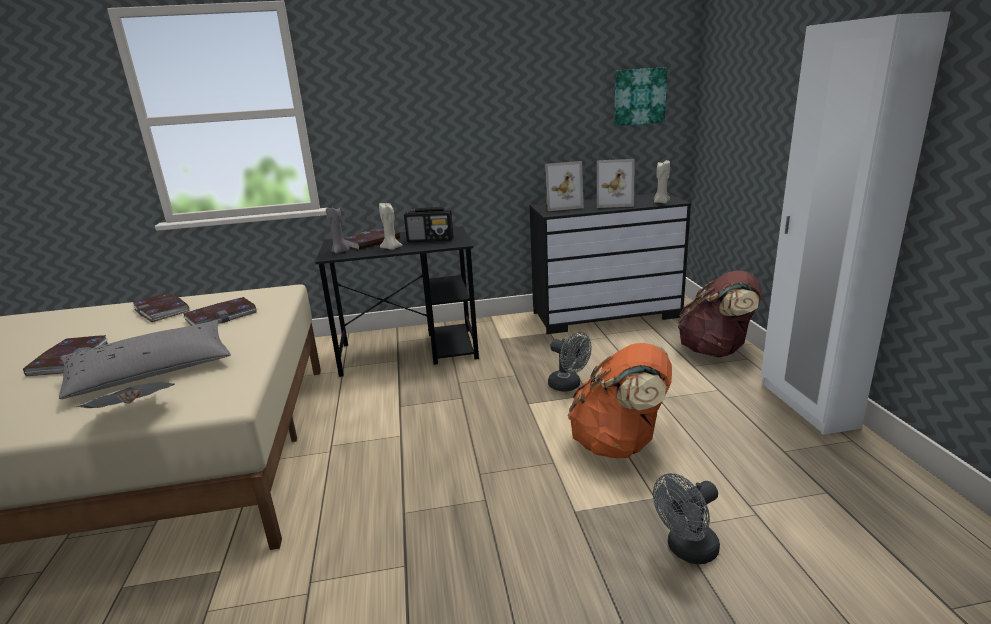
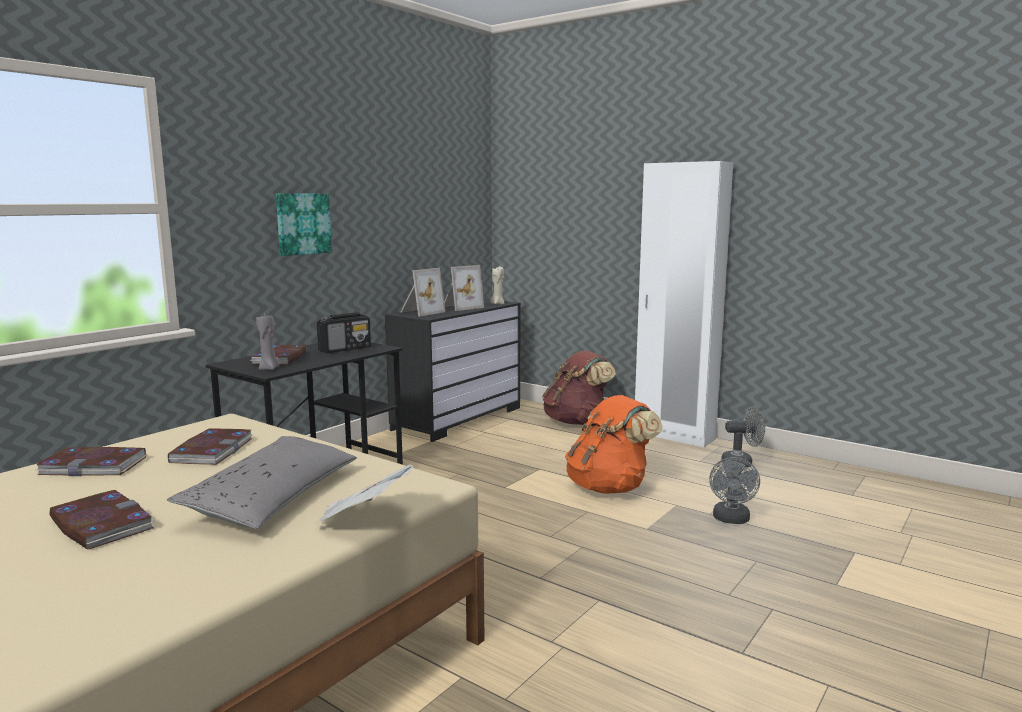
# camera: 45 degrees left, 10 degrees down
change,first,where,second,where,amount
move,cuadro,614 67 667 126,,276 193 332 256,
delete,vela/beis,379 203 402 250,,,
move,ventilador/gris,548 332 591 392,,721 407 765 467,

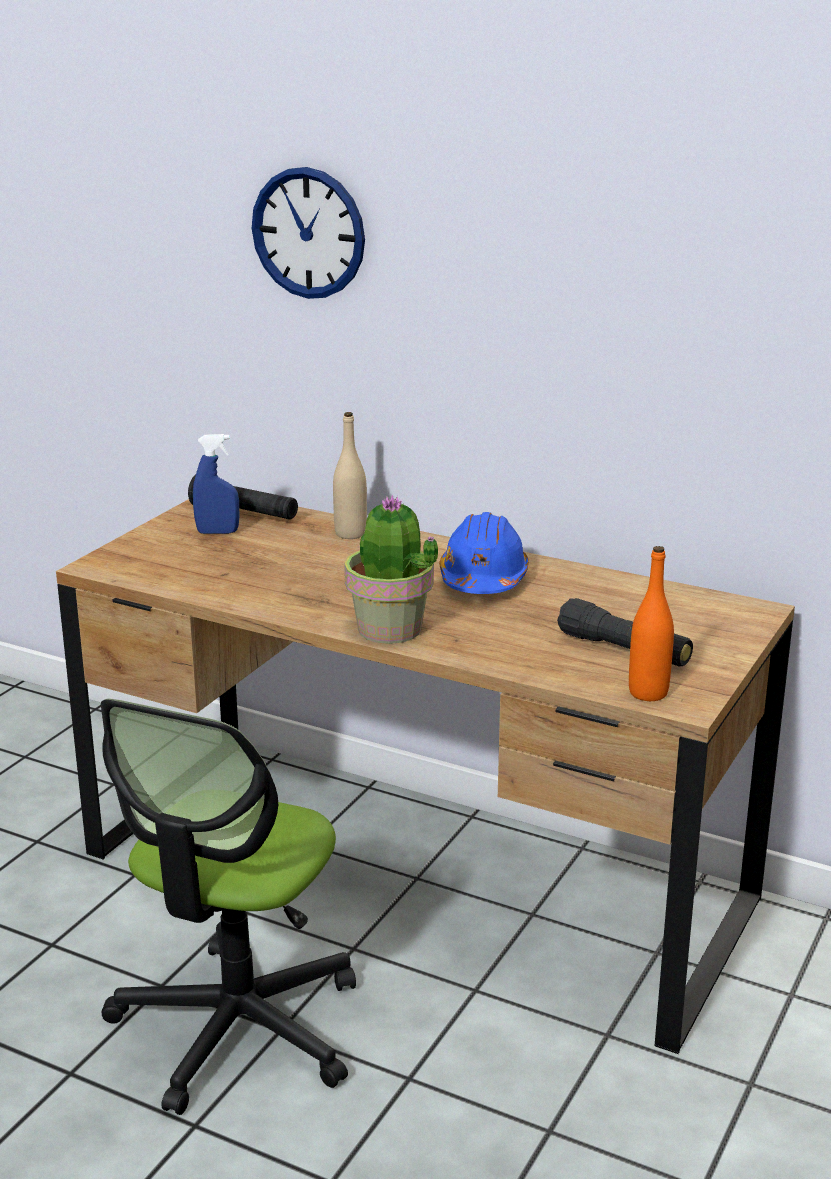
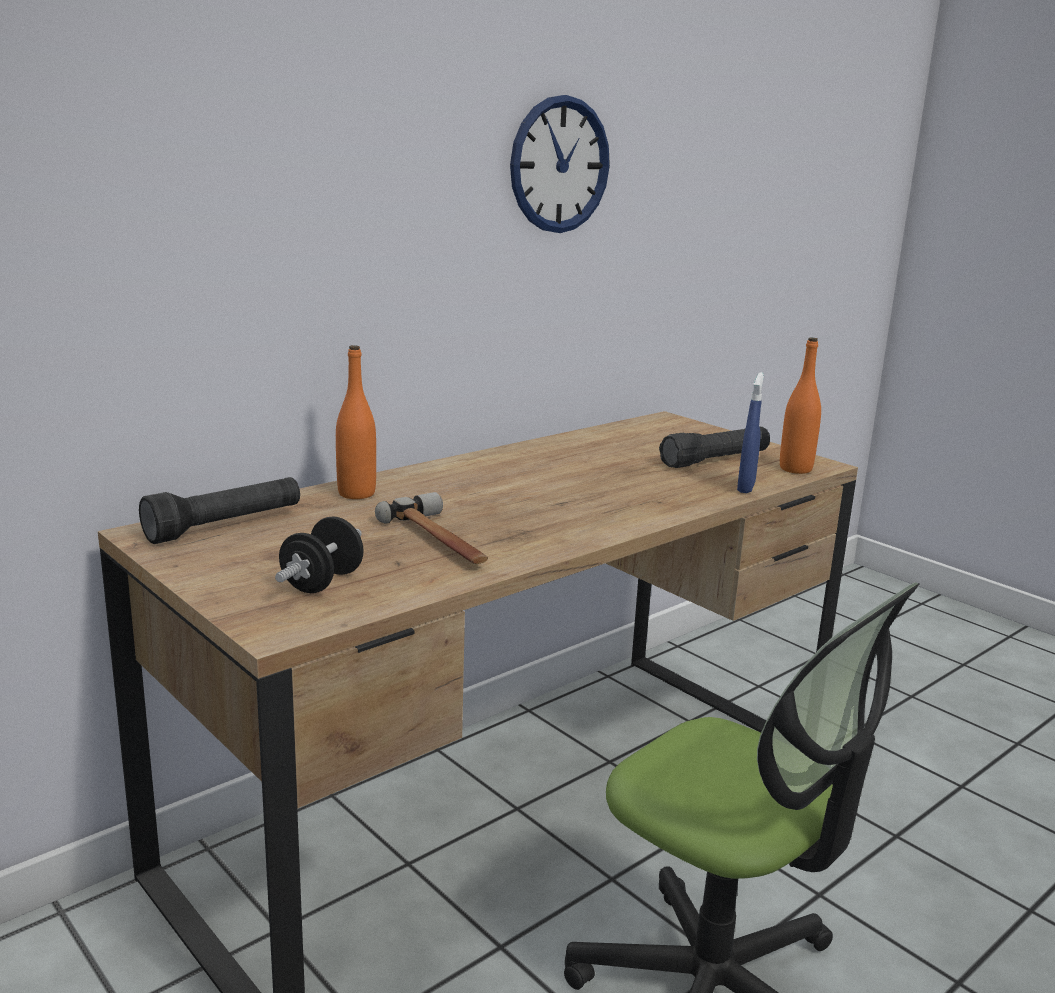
# camera: 70 degrees left, 5 degrees down
change,first,where,second,where,amount
move,reloj de pared,252 167 365 299,,510 95 610 233,
recolor,botella/beis,333 412 367 539,botella/naranja,336 345 376 499,
move,pulverizador/azul,193 434 239 534,,737 372 764 493,
delete,planta en maceta,344 495 438 644,,,
delete,casco/azul,439 512 529 594,,,
insert,,,martillo,375 492 488 564,
insert,,,mancuerna/negro,275 516 364 593,

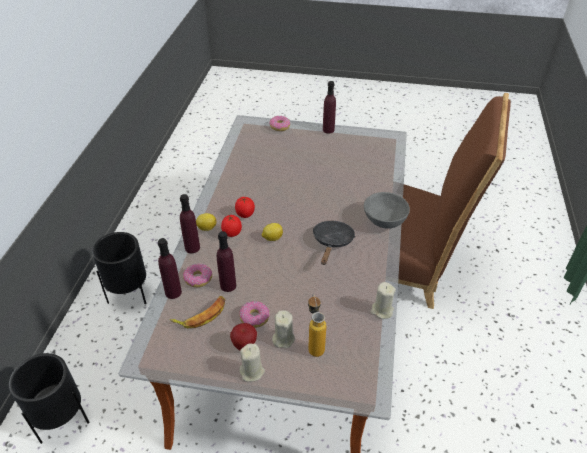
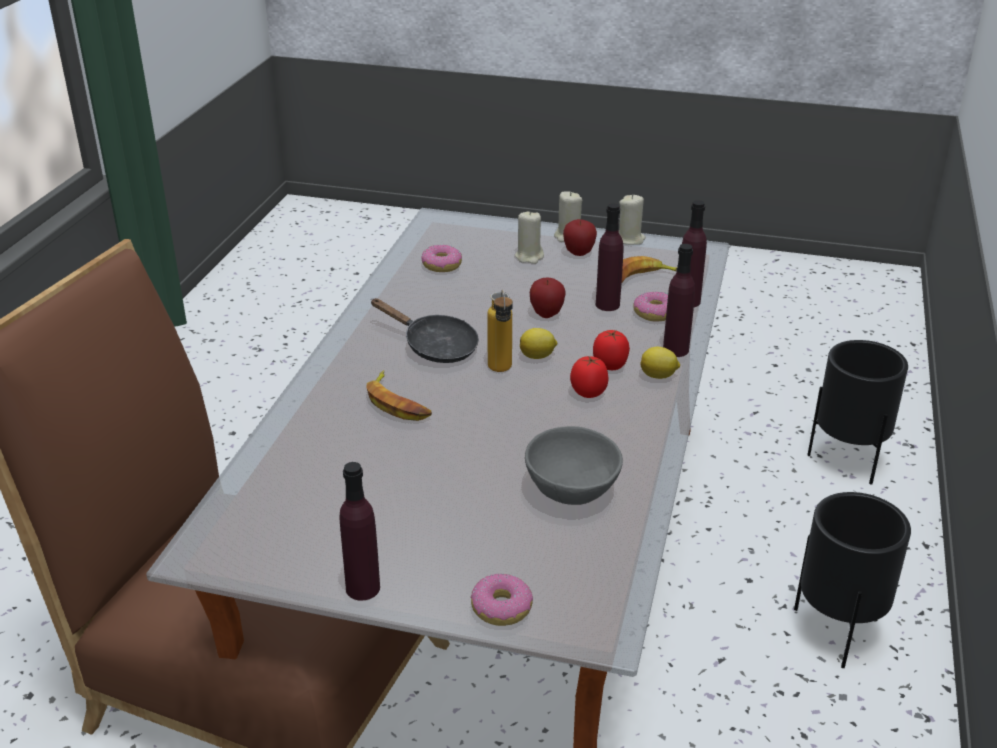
# camera: 175 degrees left, 10 degrees down
change,first,where,second,where,amount
move,cuenco/gris,364 192 410 229,,525 426 623 505,
rotate,sartén/negro,313 221 355 265,,370 298 479 363,75 degrees counterclockwise
move,vela/beis,371 282 396 319,,619 195 646 245,
move,botella,308 294 326 357,,487 290 513 372,
move,rosquilla,239 301 270 328,,421 245 462 272,
insert,,,manzana,530 278 566 318,
insert,,,plátano,367 370 432 421,

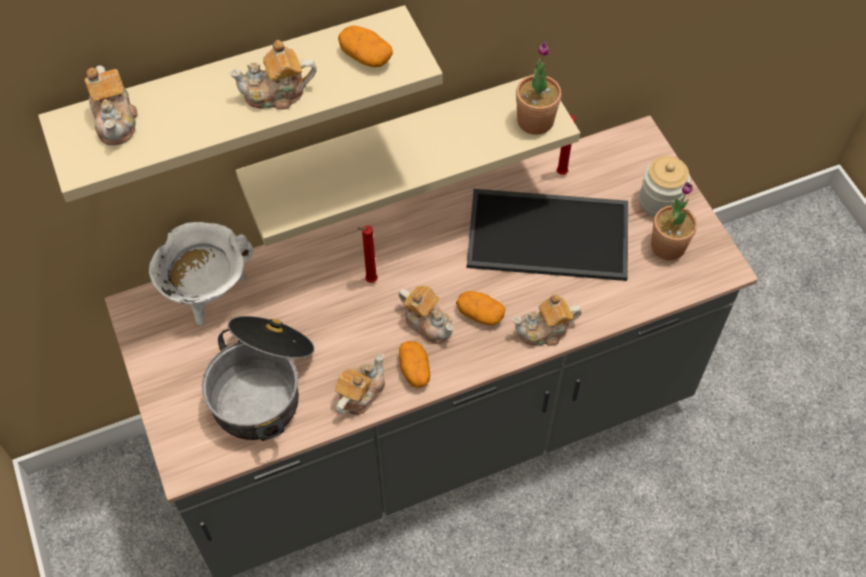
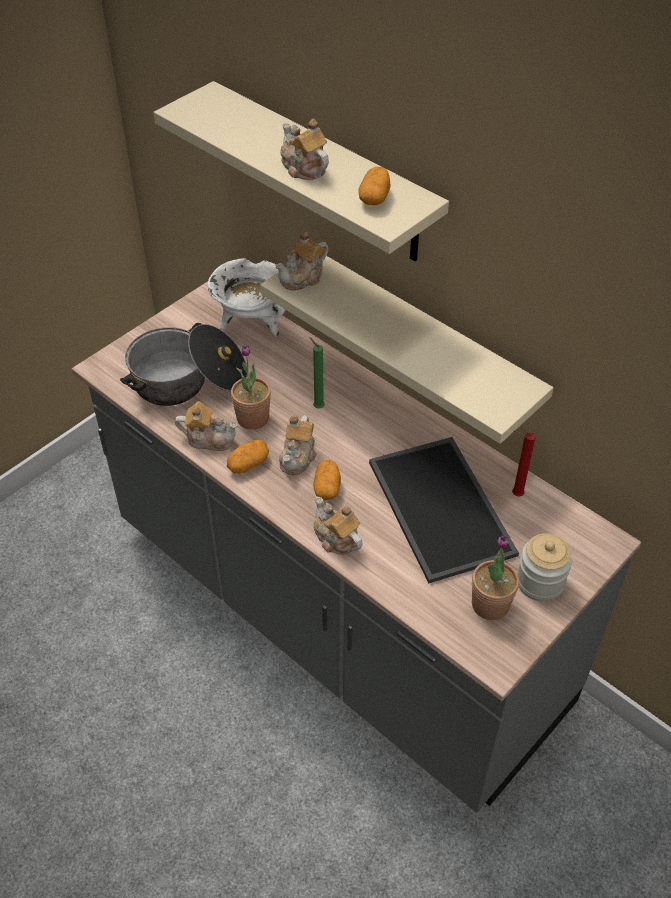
# camera: 65 degrees right, 10 degrees down
change,first,where,second,where,amount
move,planta en maceta,516 41 562 135,,231 344 271 429,
move,tetera,84 65 138 145,,276 231 328 290,
recolor,vela/rojo,357 225 378 283,vela/verde,309 337 325 409,

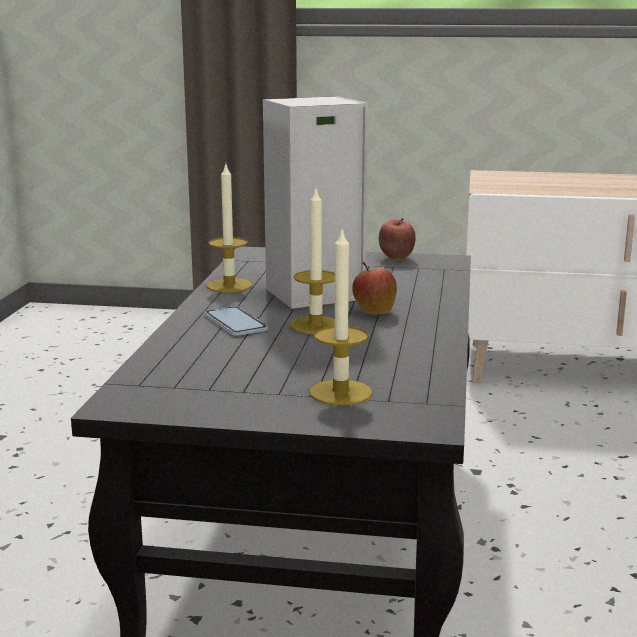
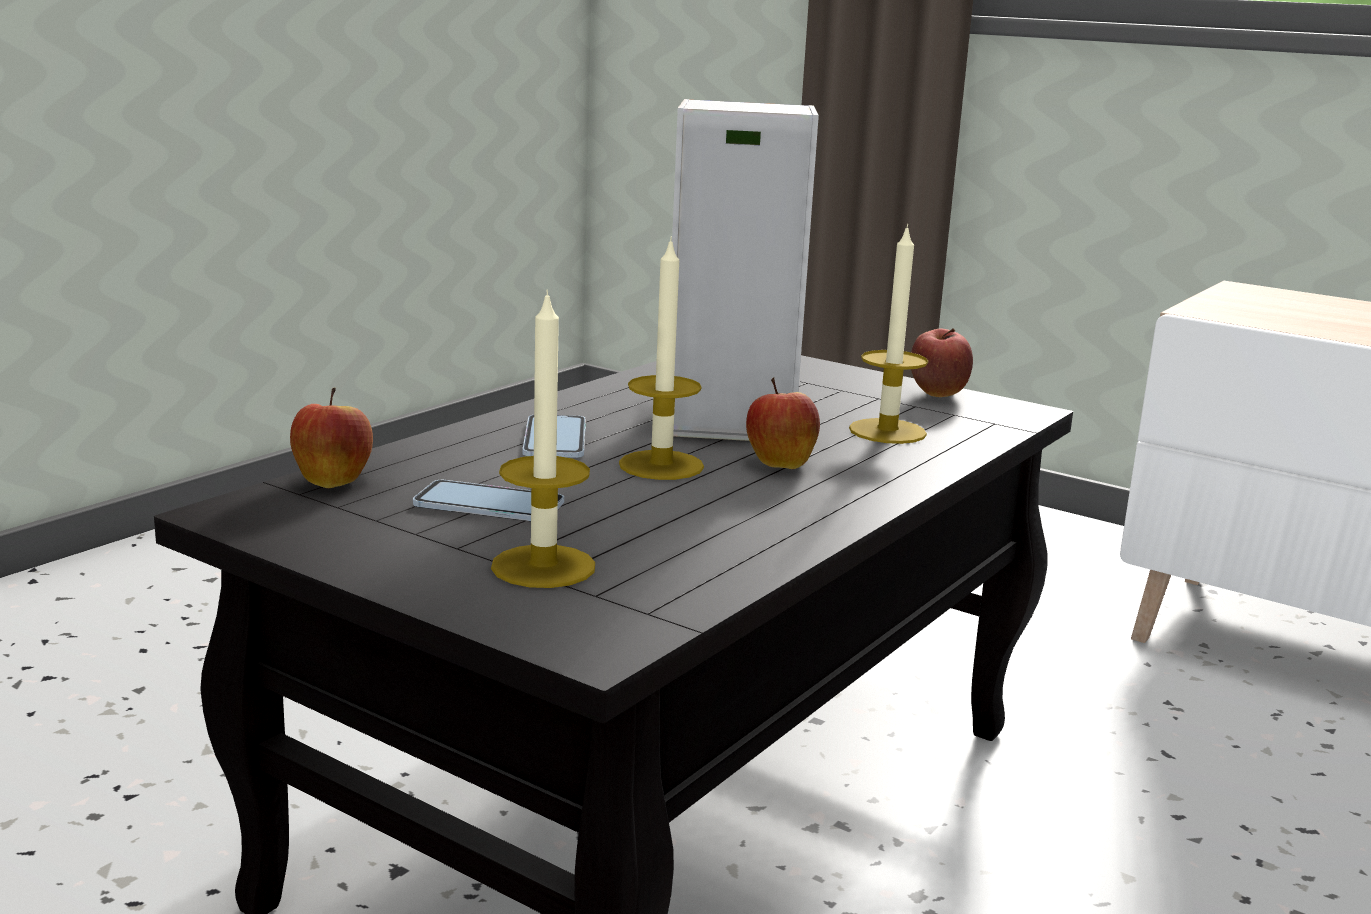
# camera: 25 degrees right, 0 degrees up
change,first,where,second,where,amount
move,vela,207 163 252 293,,849 224 928 444,
insert,,,manzana,290 388 373 488,
insert,,,móvil,413 480 564 521,

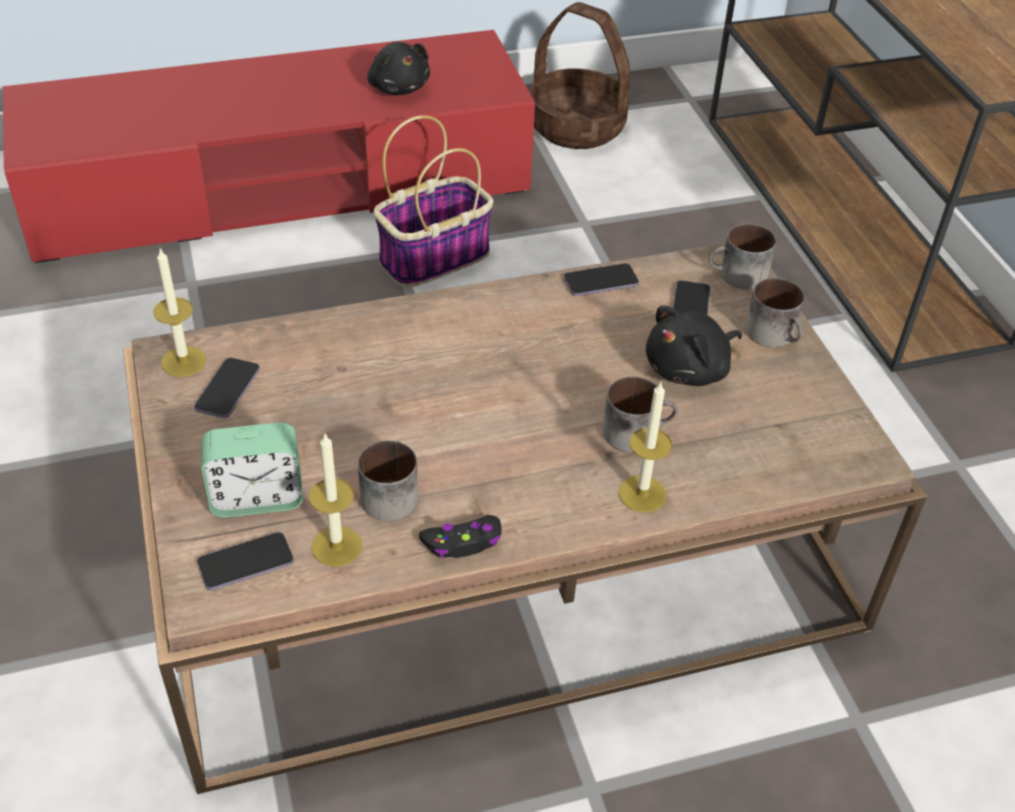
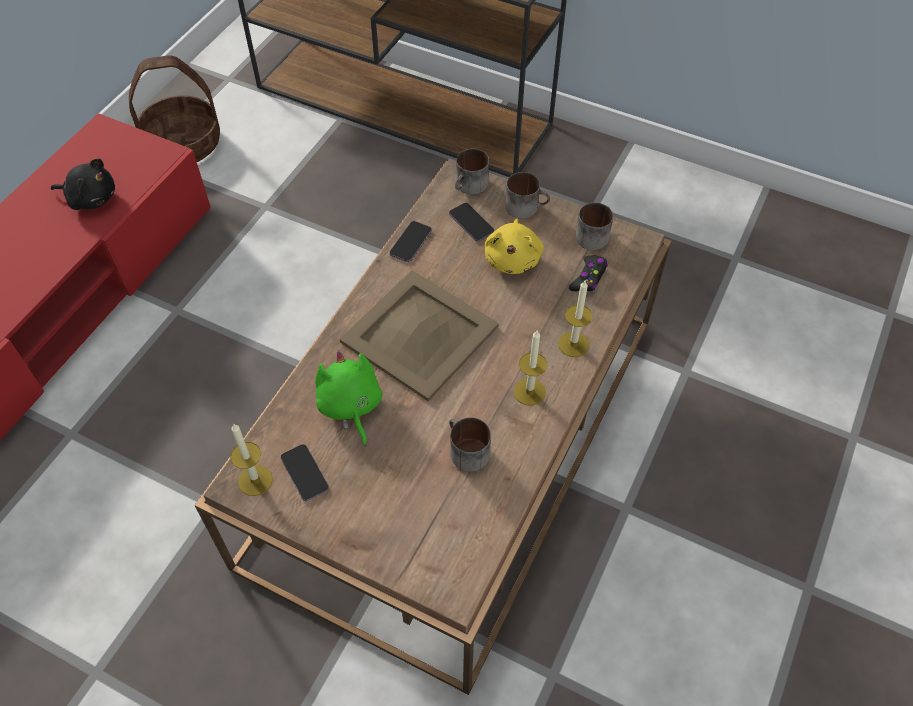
# camera: 45 degrees left, 10 degrees up
change,first,where,second,where,amount
delete,cesta,374 115 494 287,,,
recolor,peluche/negro,646 305 742 386,peluche/amarillo,485 219 544 274,
move,taza grande,603 376 678 452,,575 203 613 250,
delete,despertador,201 422 303 518,,,
move,vela,309 434 362 567,,514 331 547 406,
move,mando de consola/negro,419 515 502 558,,569 255 608 292,
delete,móvil,197 532 294 590,,,
insert,,,bandeja/beis,340 270 499 402,
insert,,,peluche/verde,316 350 382 447,

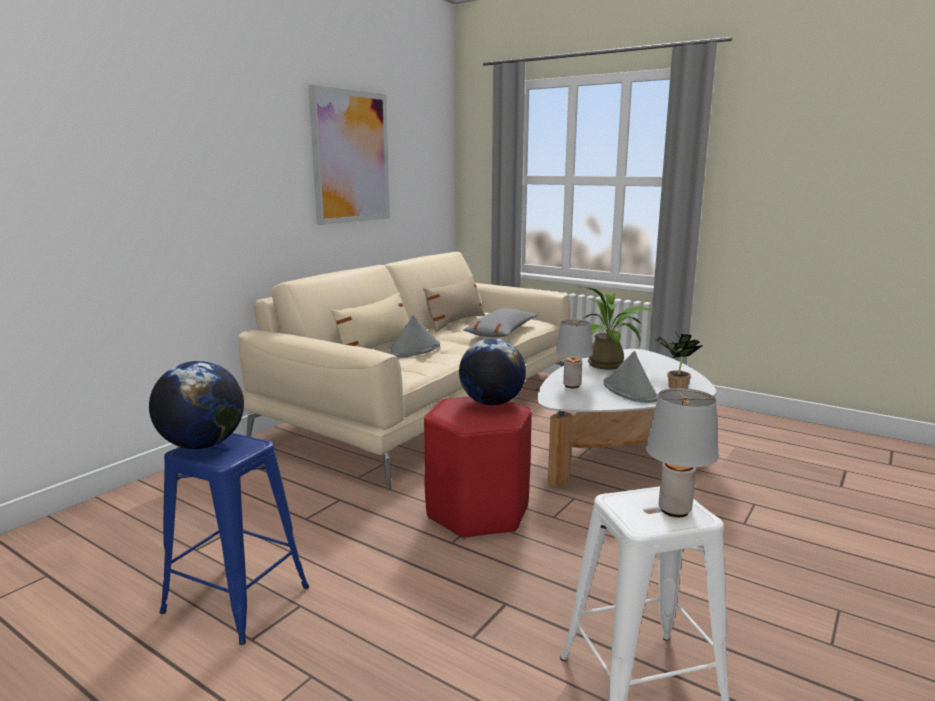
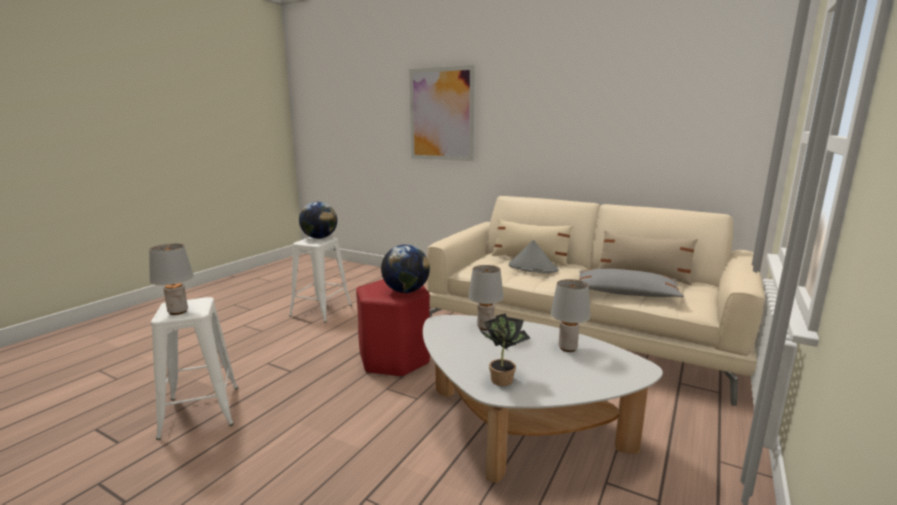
# camera: 85 degrees right, 0 degrees up
change,first,where,second,where,amount
move,cuadro,308 85 390 225,,409 65 475 161,
replace,planta en maceta,582 287 655 370,lámpara de mesa/gris,551 279 590 352,
delete,sombrero/gris,603 351 658 403,,,
recolor,taburete/azul,159 433 309 645,taburete/blanco,289 237 352 323,

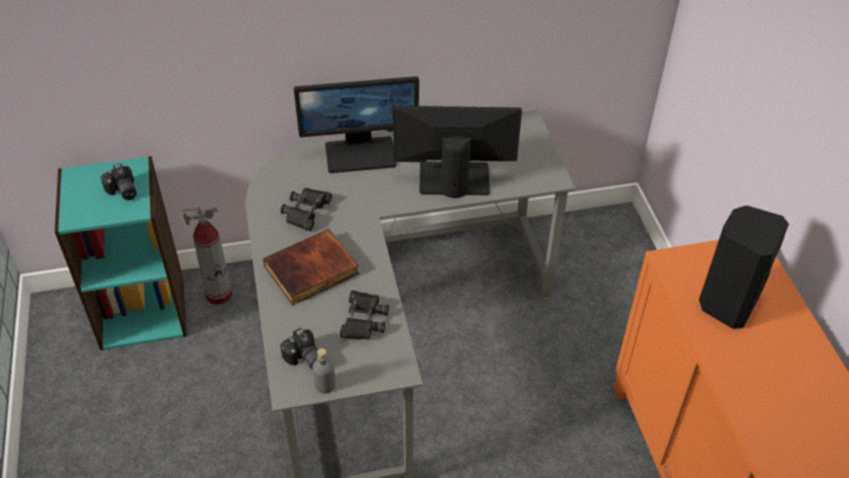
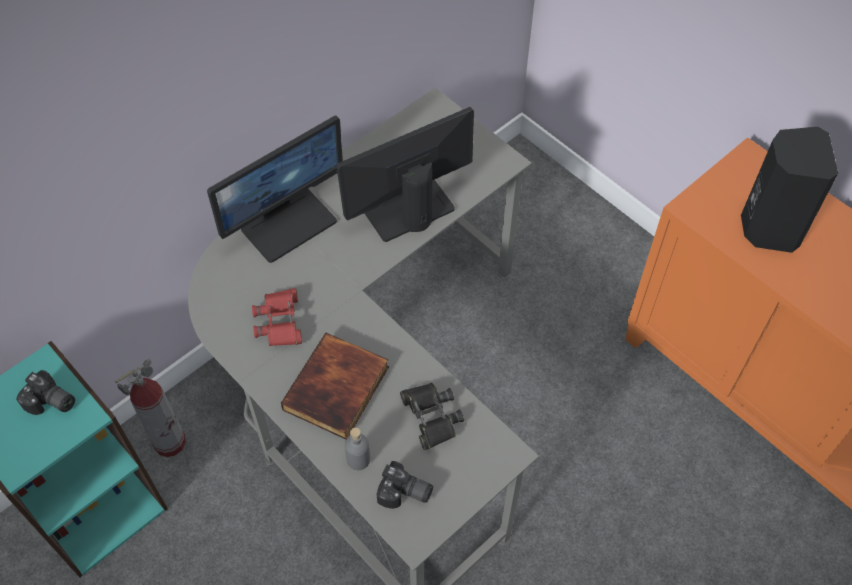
# camera: 30 degrees left, 10 degrees up
change,first,where,second,where,amount
recolor,prismáticos/negro,280 188 332 231,prismáticos/rojo,252 288 302 346,
move,botella/gris,313 348 335 394,,345 428 370 470,

